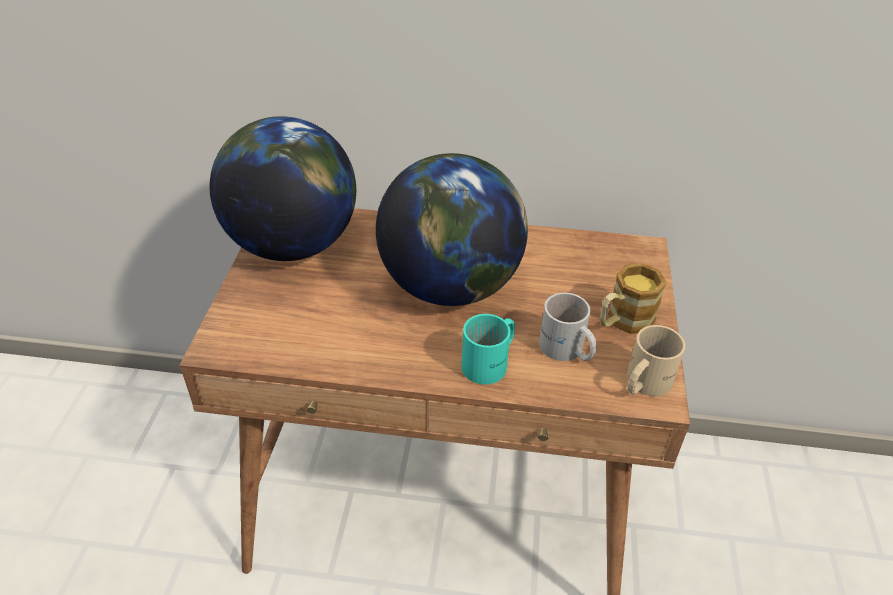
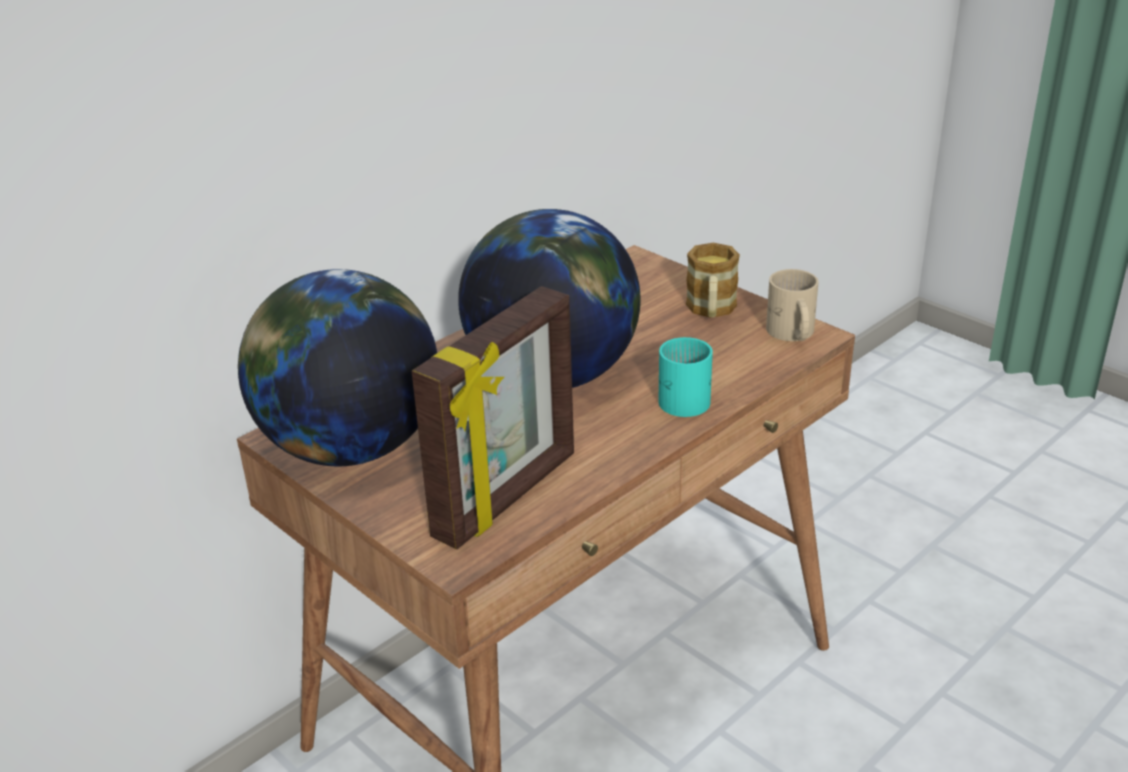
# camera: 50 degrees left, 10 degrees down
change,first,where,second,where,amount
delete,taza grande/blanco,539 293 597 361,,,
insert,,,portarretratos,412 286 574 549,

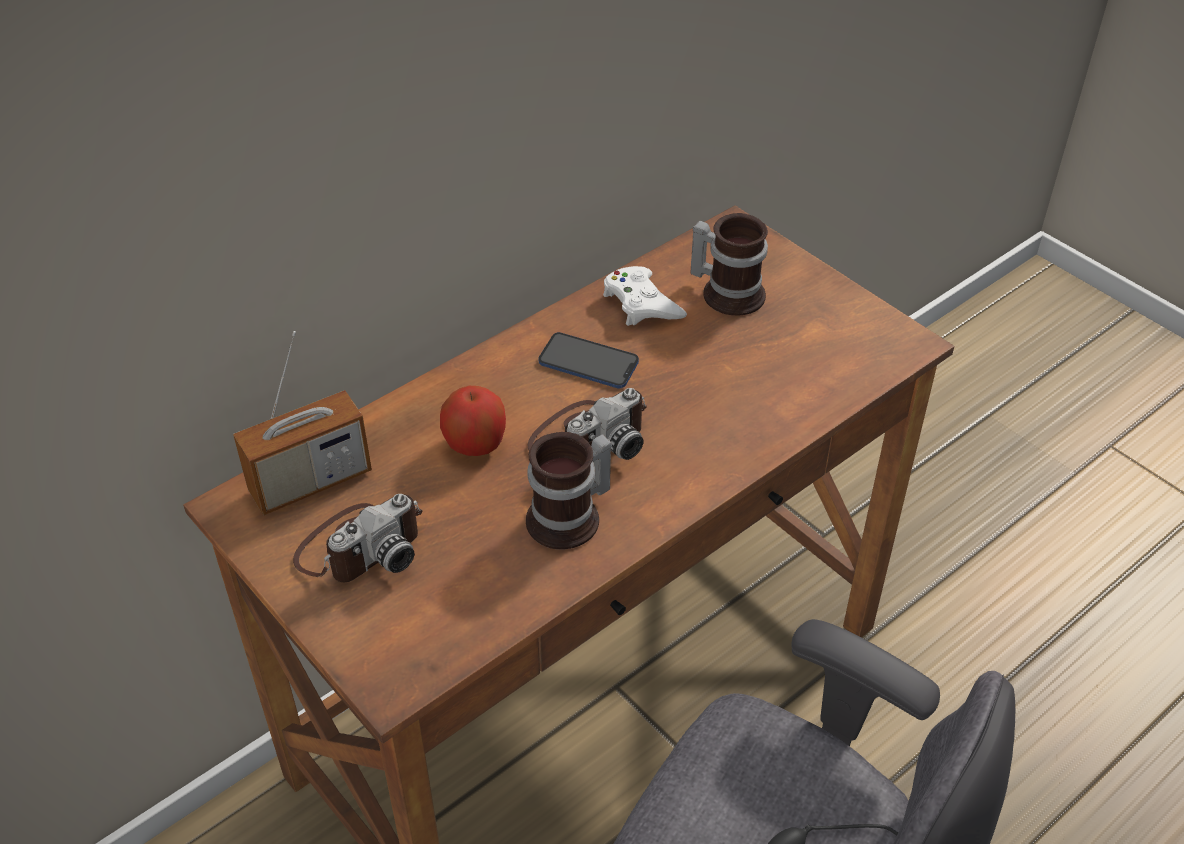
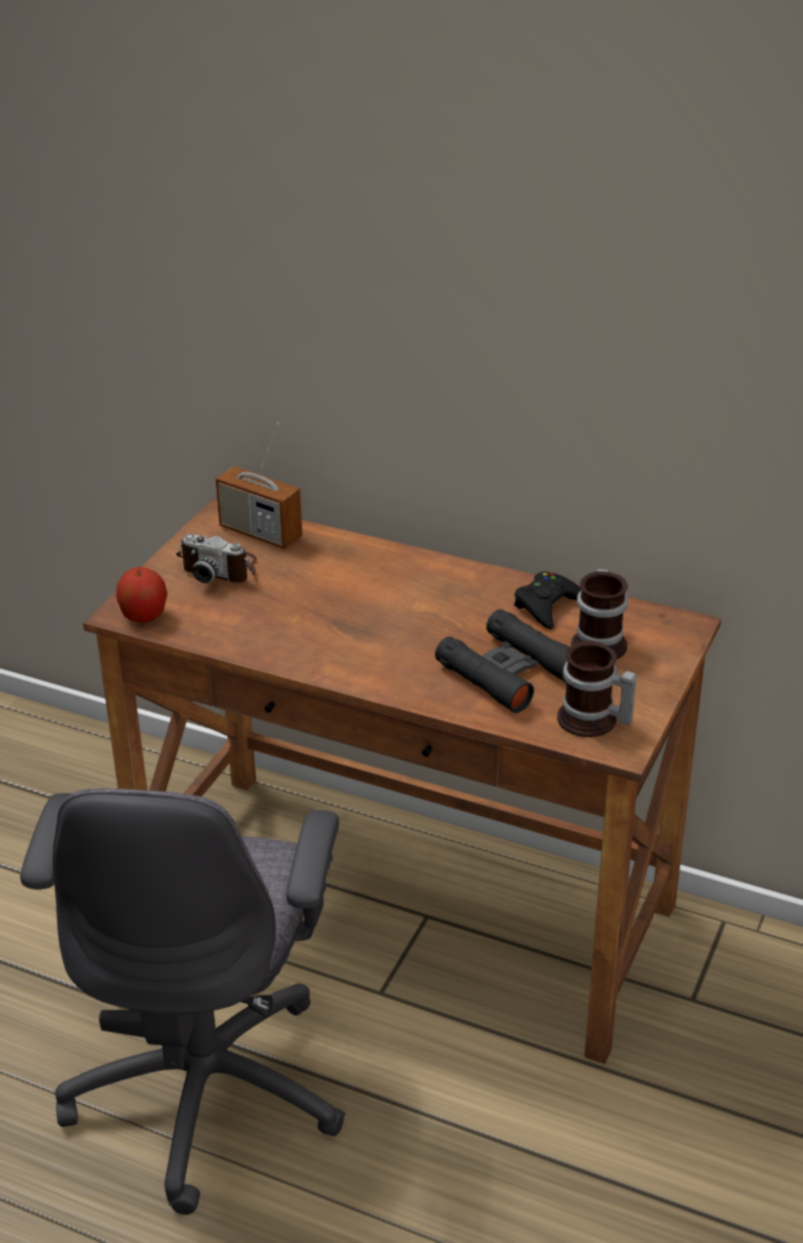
# camera: 65 degrees right, 10 degrees down
change,first,where,second,where,amount
recolor,mando de consola/blanco,603 266 687 326,mando de consola/negro,514 571 581 629,
delete,móvil,538 332 639 388,,,
move,manzana,440 386 506 456,,116 567 168 623,
delete,cámara,528 388 647 460,,,
move,taza grande,526 432 612 549,,557 641 637 737,
insert,,,prismáticos/negro,435 609 569 713,

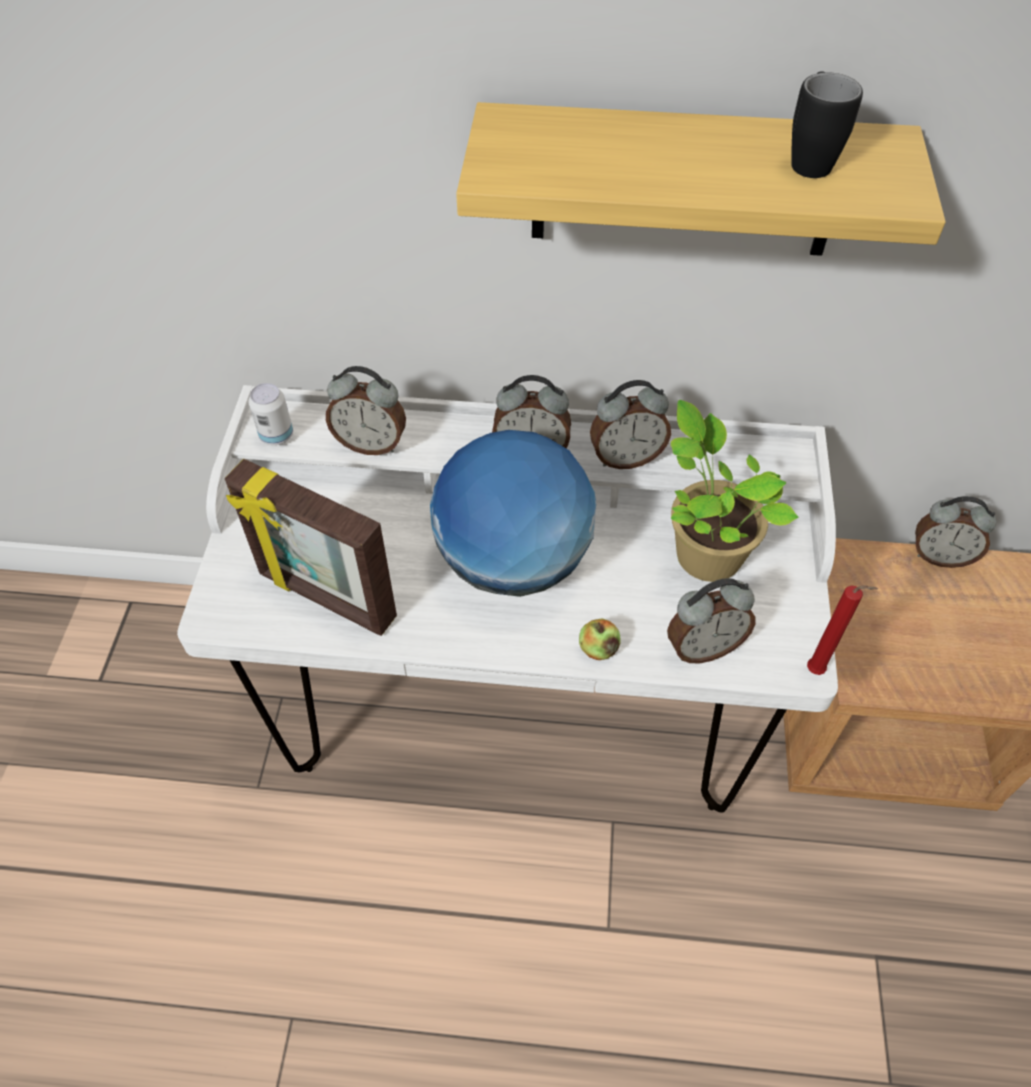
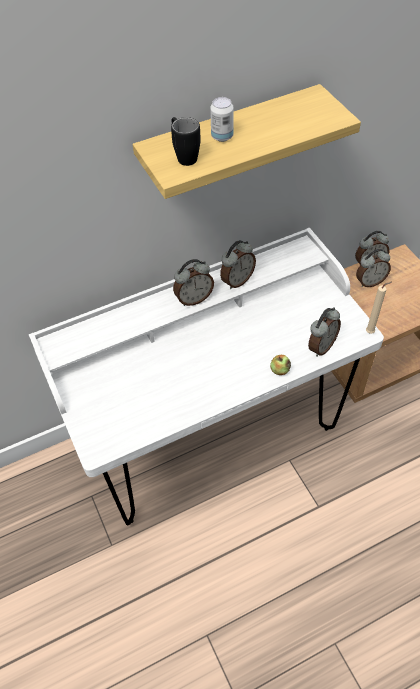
# camera: 30 degrees left, 0 degrees up
change,first,where,second,where,amount
move,taza grande/negro,791 71 863 178,,171 117 201 166,
move,despertador,326 366 406 455,,356 249 391 287,
move,lata,248 383 293 445,,210 97 234 142,
delete,planta en maceta,671 400 799 582,,,
delete,globo terráqueo,430 430 596 597,,,
delete,portarretratos,225 459 397 636,,,
recolor,vela/rojo,807 585 878 675,vela/beis,366 282 392 334,

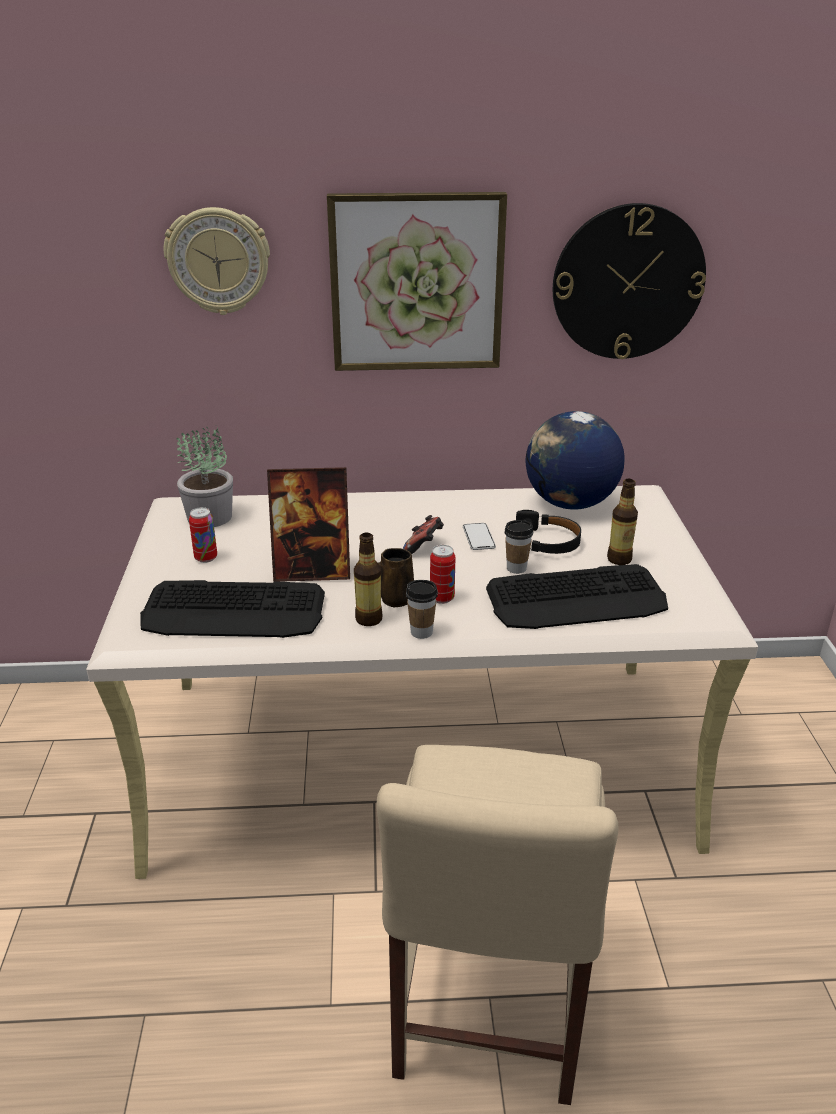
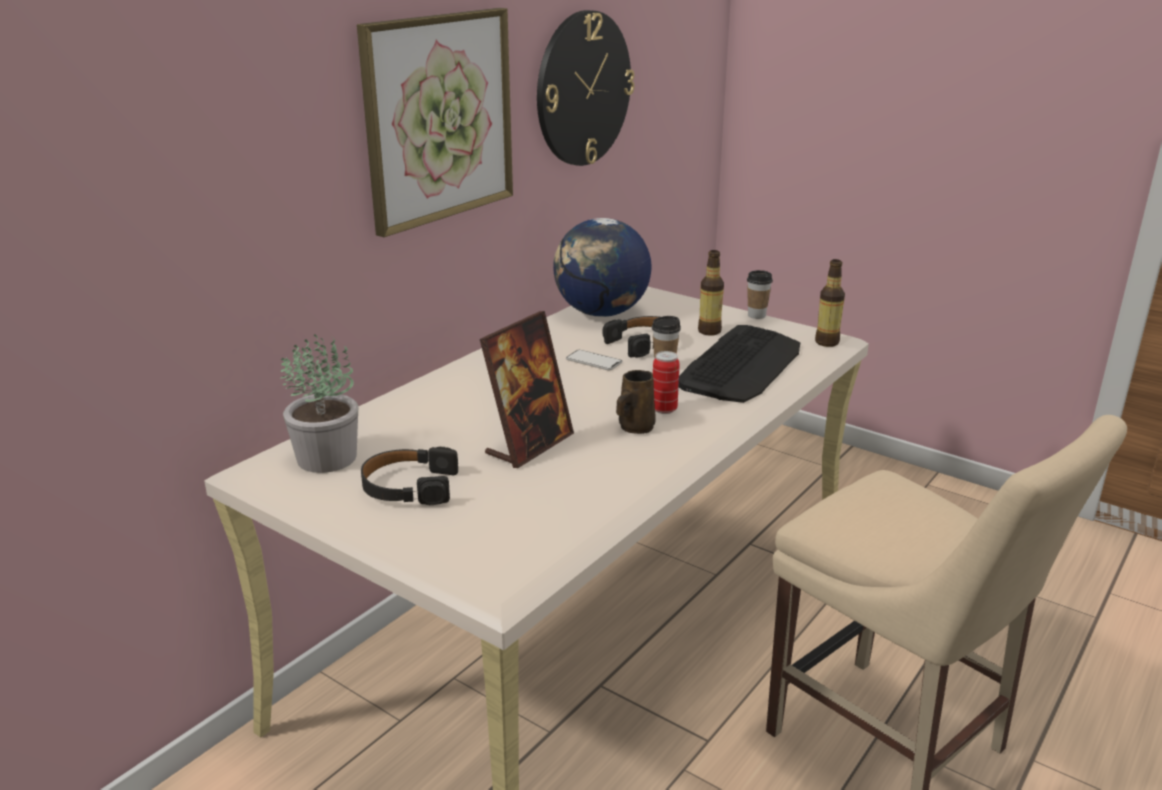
# camera: 50 degrees left, 5 degrees down
change,first,where,second,where,amount
delete,reloj de pared,164 207 270 315,,,
replace,lata,189 507 217 563,auriculares/negro,361 446 458 506,
delete,mando de consola,403 515 444 554,,,
move,botella,354 533 382 626,,815 259 845 347,
delete,teclado,140 580 325 638,,,
move,taza,406 580 438 639,,747 270 773 319,

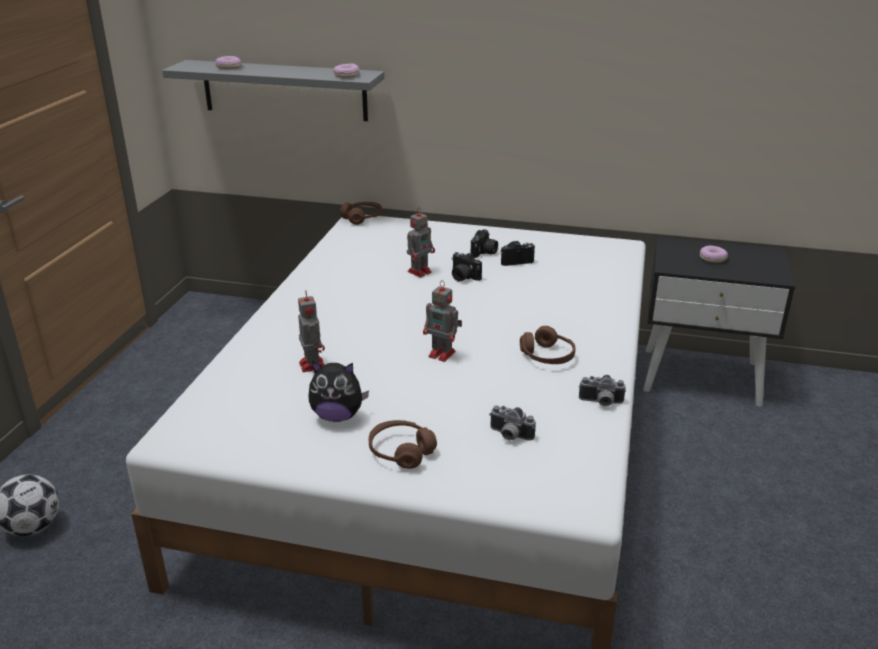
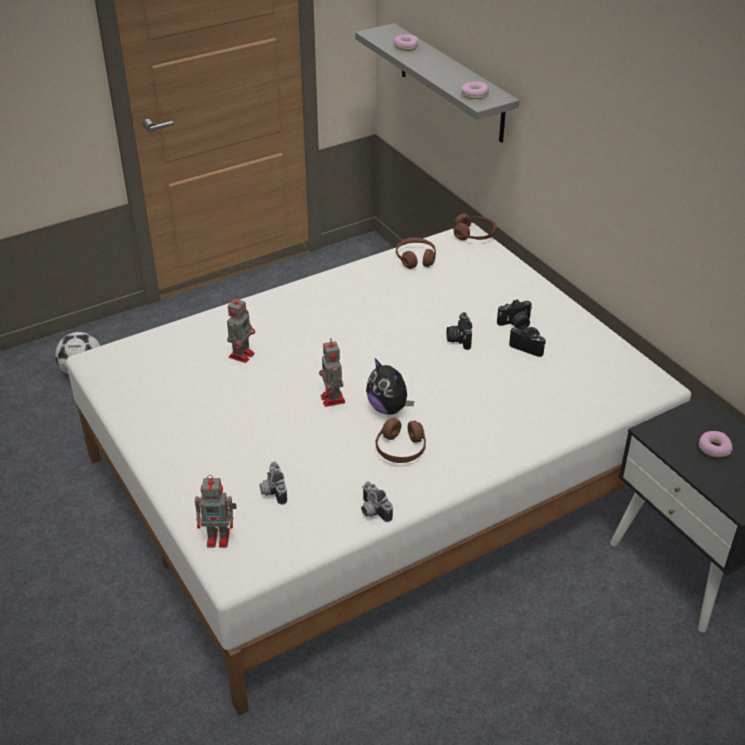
# camera: 45 degrees right, 10 degrees up
change,first,where,second,where,amount
move,robot de juguete,407 207 435 278,,195 475 237 548,
move,peluche,309 361 369 422,,366 358 414 415,
move,auriculares/marrón,369 420 437 469,,396 237 436 269,

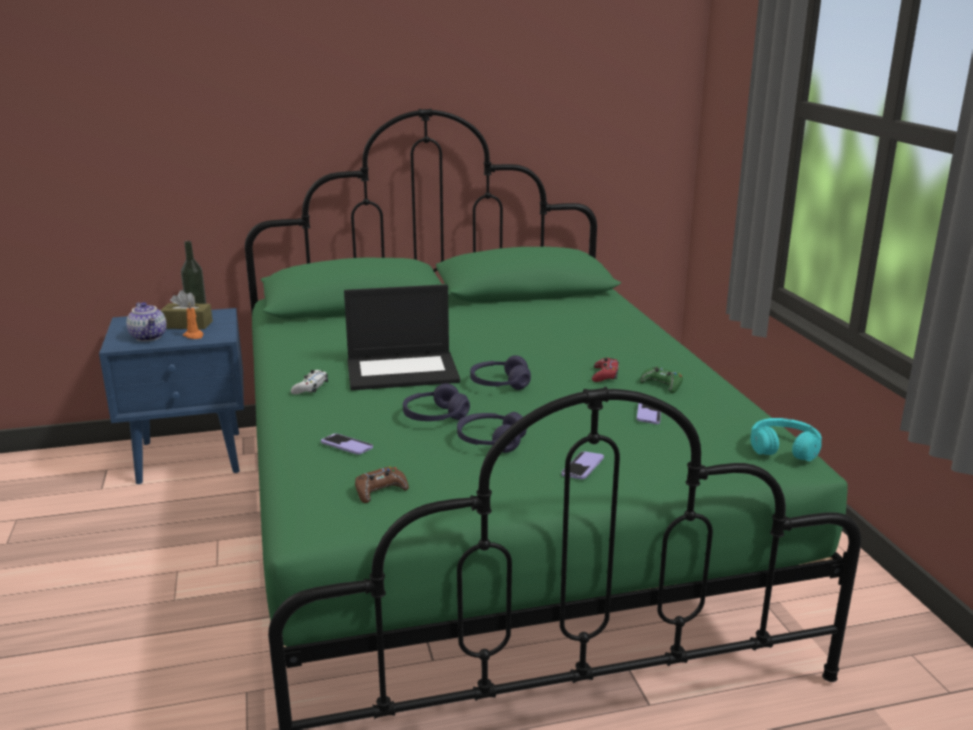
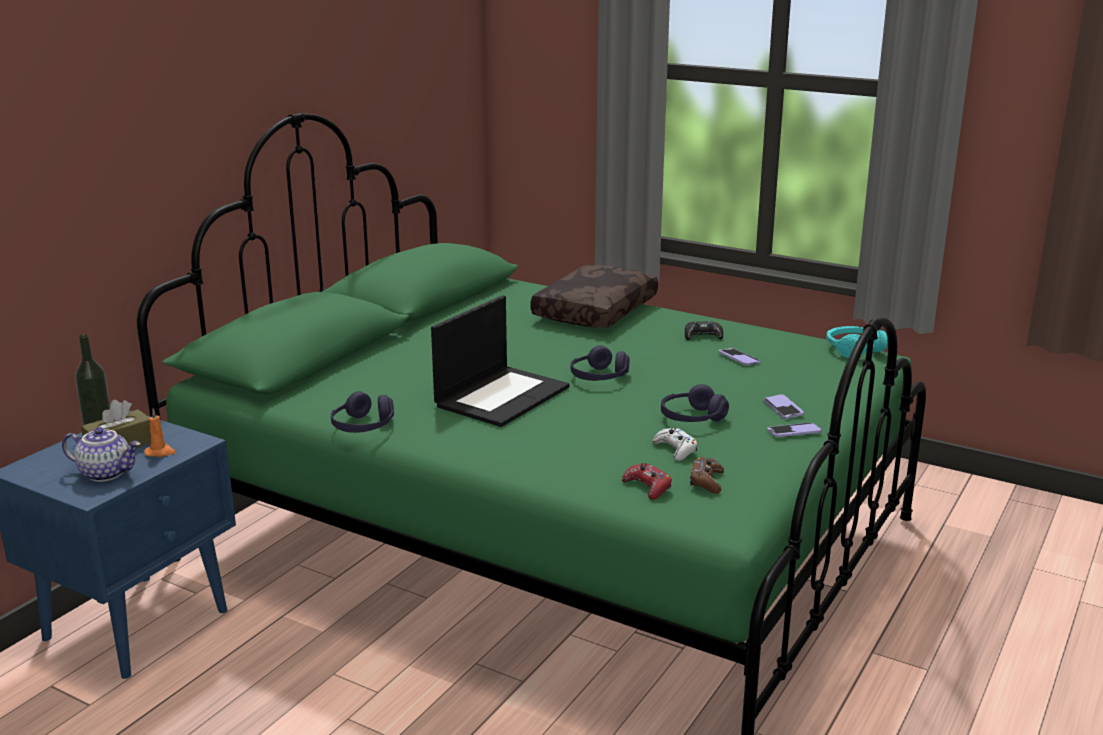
# camera: 45 degrees left, 0 degrees up
change,first,where,second,where,amount
move,mando de consola/rojo,592 358 619 382,,622 463 672 500,
recolor,mando de consola/verde,640 367 683 393,mando de consola/negro,685 321 723 340,
move,mando de consola/blanco,291 370 328 394,,652 428 698 461,
move,auriculares/morado,403 383 470 421,,331 391 394 433,
move,móvil,321 433 373 455,,767 423 821 437,
insert,,,cojín/marrón,531 265 658 328,

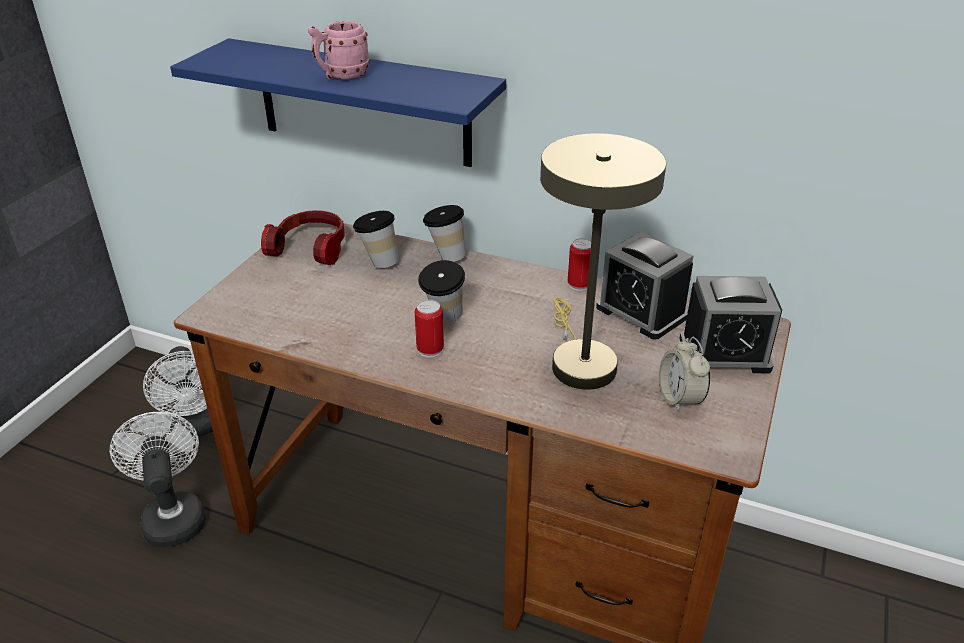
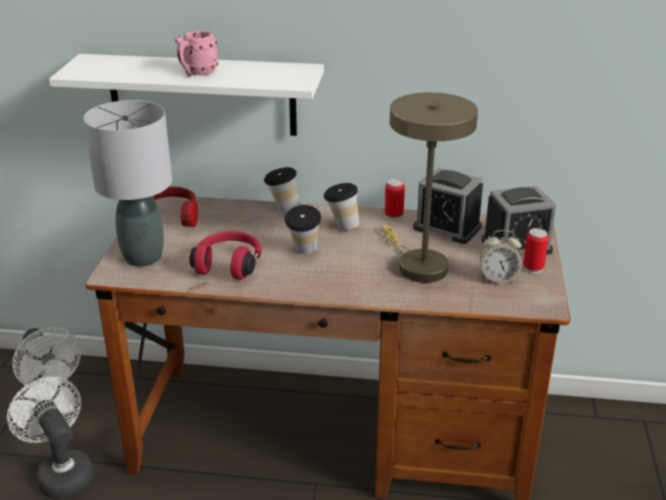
# camera: 15 degrees left, 5 degrees down
change,first,where,second,where,amount
recolor,estante/azul,170 38 506 167,estante/blanco,49 54 324 136,
move,taza,353 211 399 269,,324 183 359 230,
move,lata,415 300 444 358,,523 228 549 273,
rotate,despertador,659 337 710 413,,480 230 522 283,60 degrees counterclockwise
insert,,,lámpara de mesa/gris,83 100 172 267,
insert,,,auriculares/rojo,189 231 262 280,

